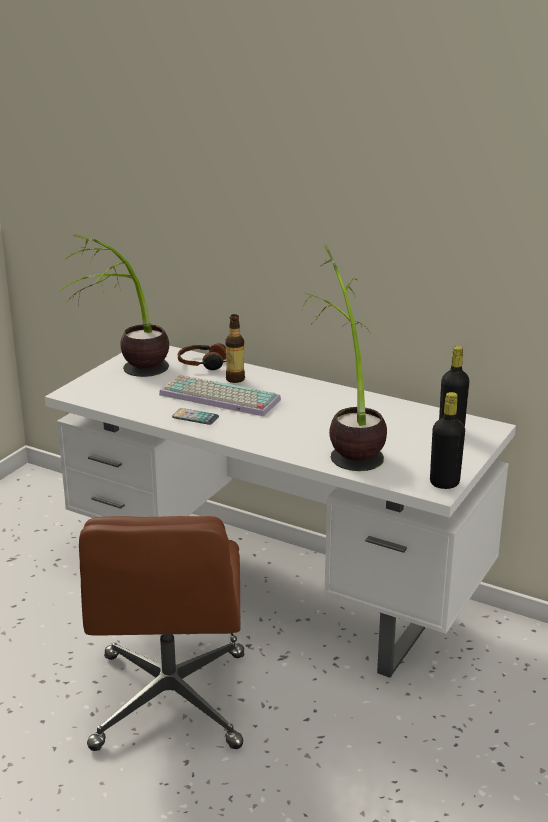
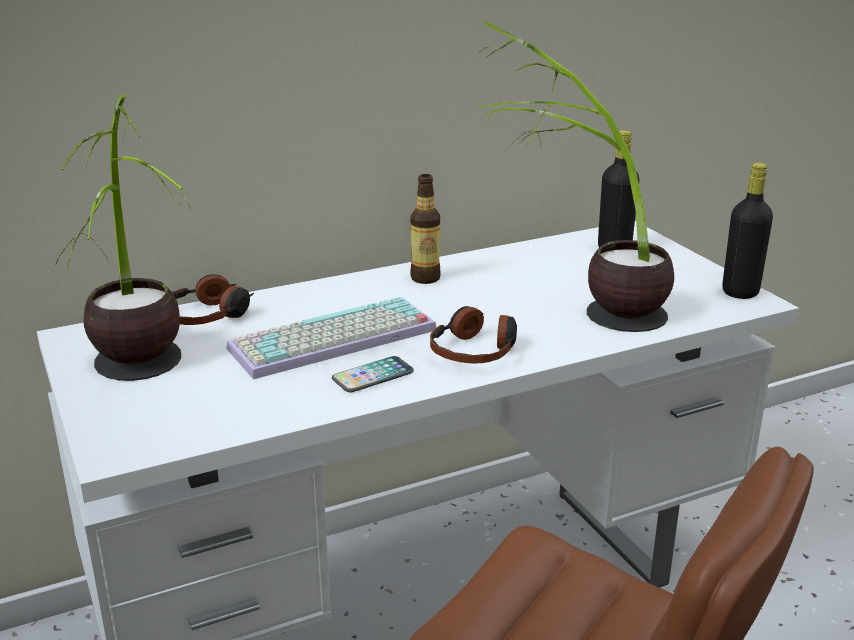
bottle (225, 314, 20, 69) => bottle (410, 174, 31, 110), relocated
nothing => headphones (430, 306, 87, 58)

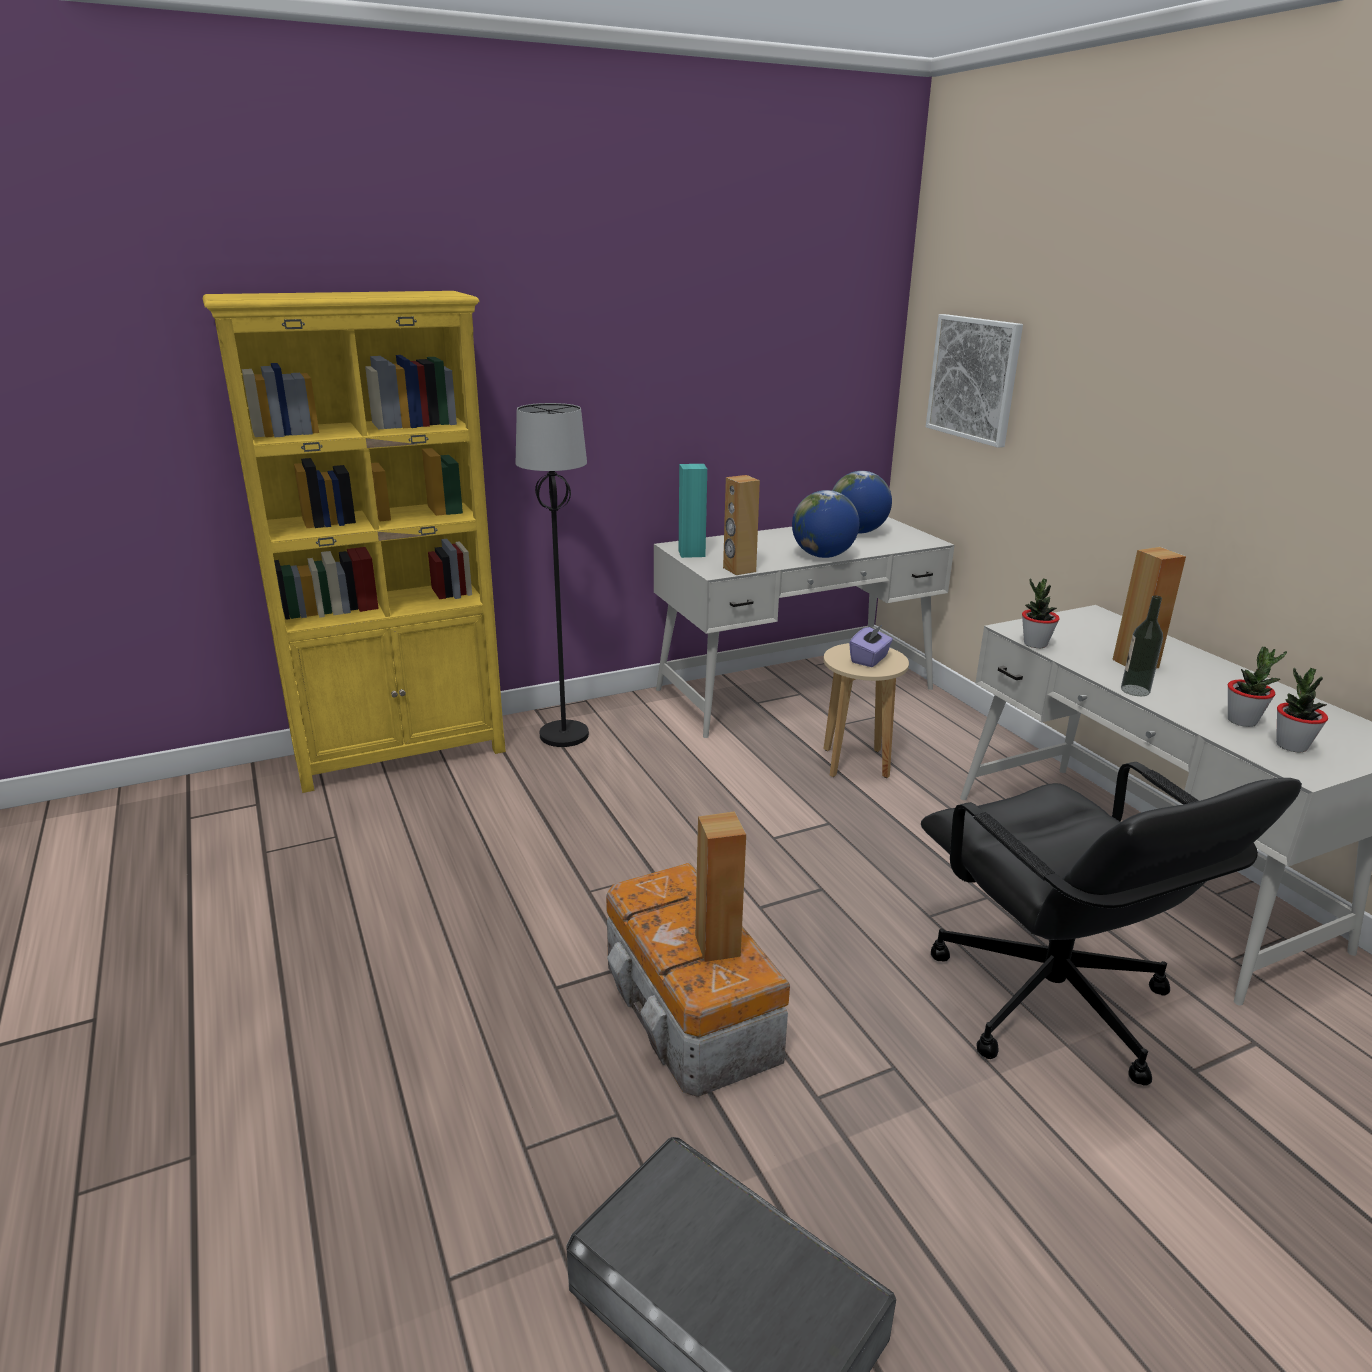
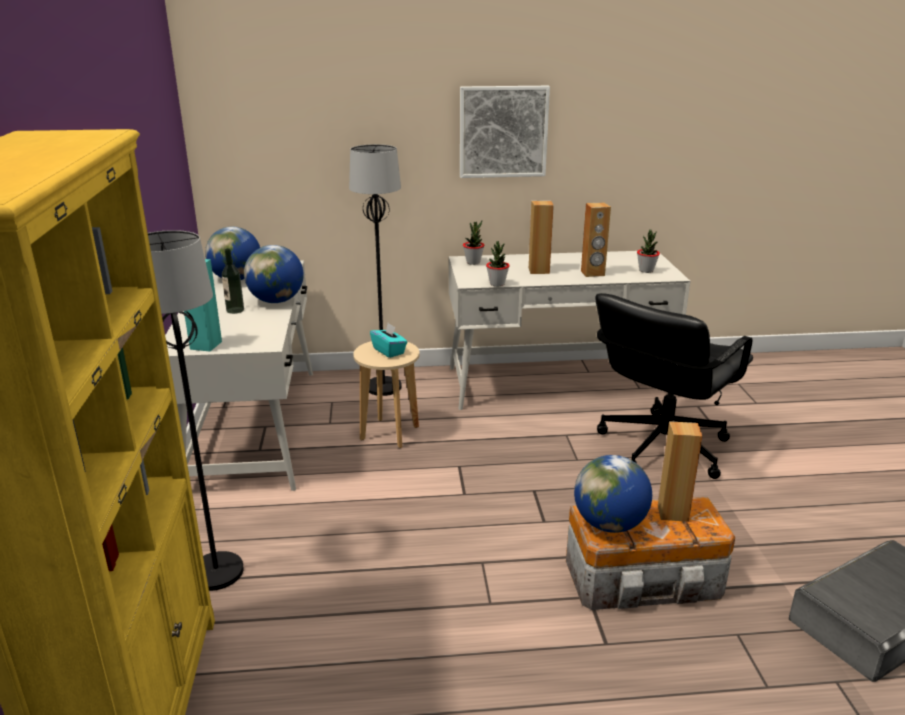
bottle (1121, 595, 42, 101) => bottle (222, 248, 22, 66), relocated
nothing => black floor lamp (349, 144, 53, 252)
purple tissue box (849, 625, 44, 42) => turquoise tissue box (370, 323, 37, 35)
picture (926, 314, 97, 134) => picture (460, 86, 90, 92), relocated
potted plant (1228, 647, 59, 80) => potted plant (463, 221, 21, 44), relocated
nothing => globe (574, 455, 78, 78)
brown speaker (723, 475, 37, 100) => brown speaker (581, 202, 30, 75), relocated
black office chair (921, 762, 381, 324) => black office chair (595, 293, 158, 186), 135 degrees clockwise

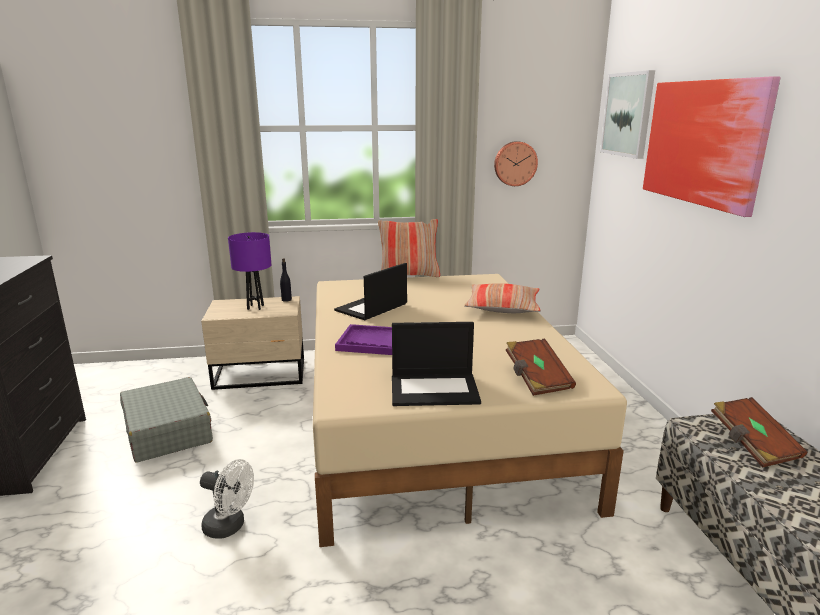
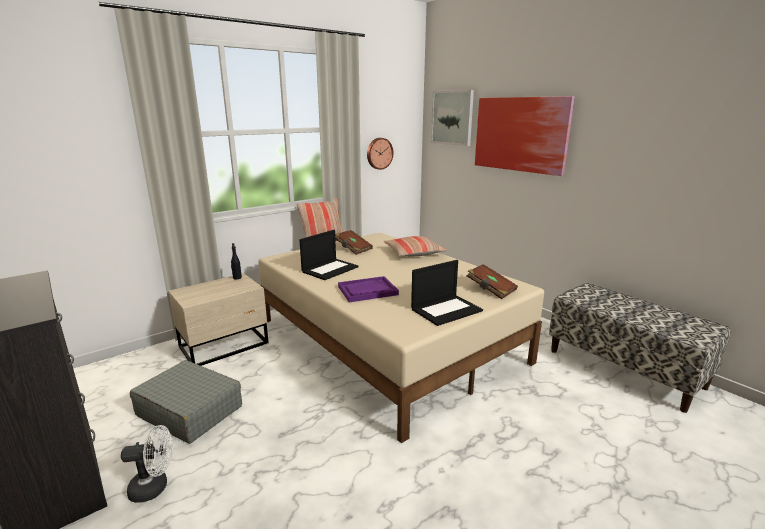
white fan (200, 459, 54, 80) => white fan (121, 425, 52, 78), relocated
laptop (334, 263, 73, 57) => laptop (299, 230, 60, 50), 150 degrees counterclockwise
brown book (711, 397, 96, 71) => brown book (335, 230, 38, 25), relocated
purple table lamp (228, 232, 43, 78) => nothing

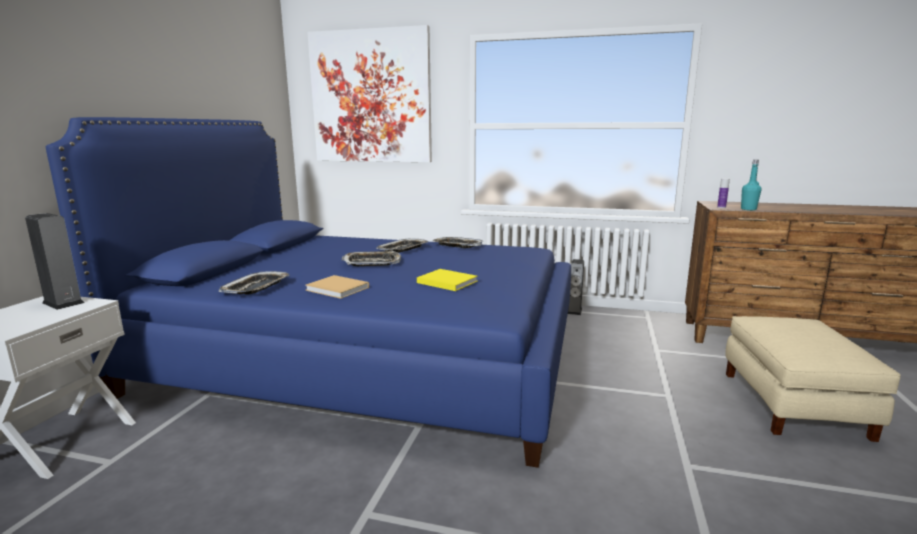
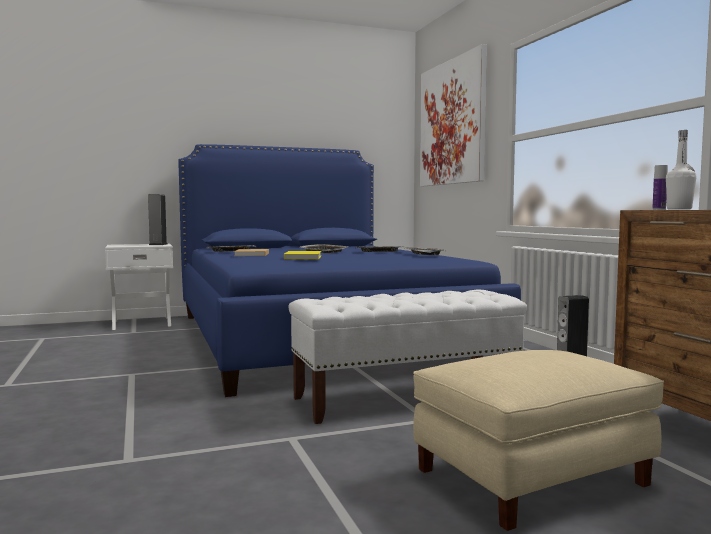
nothing => white bench (289, 290, 238, 134)
turquoise bottle (741, 160, 21, 50) => white bottle (666, 130, 31, 80)

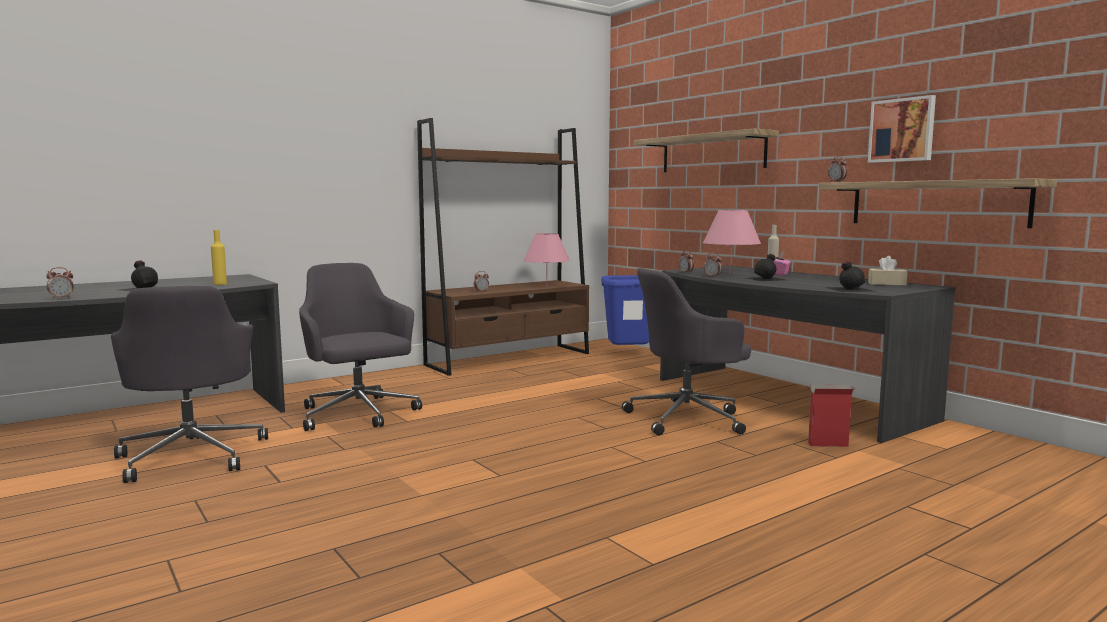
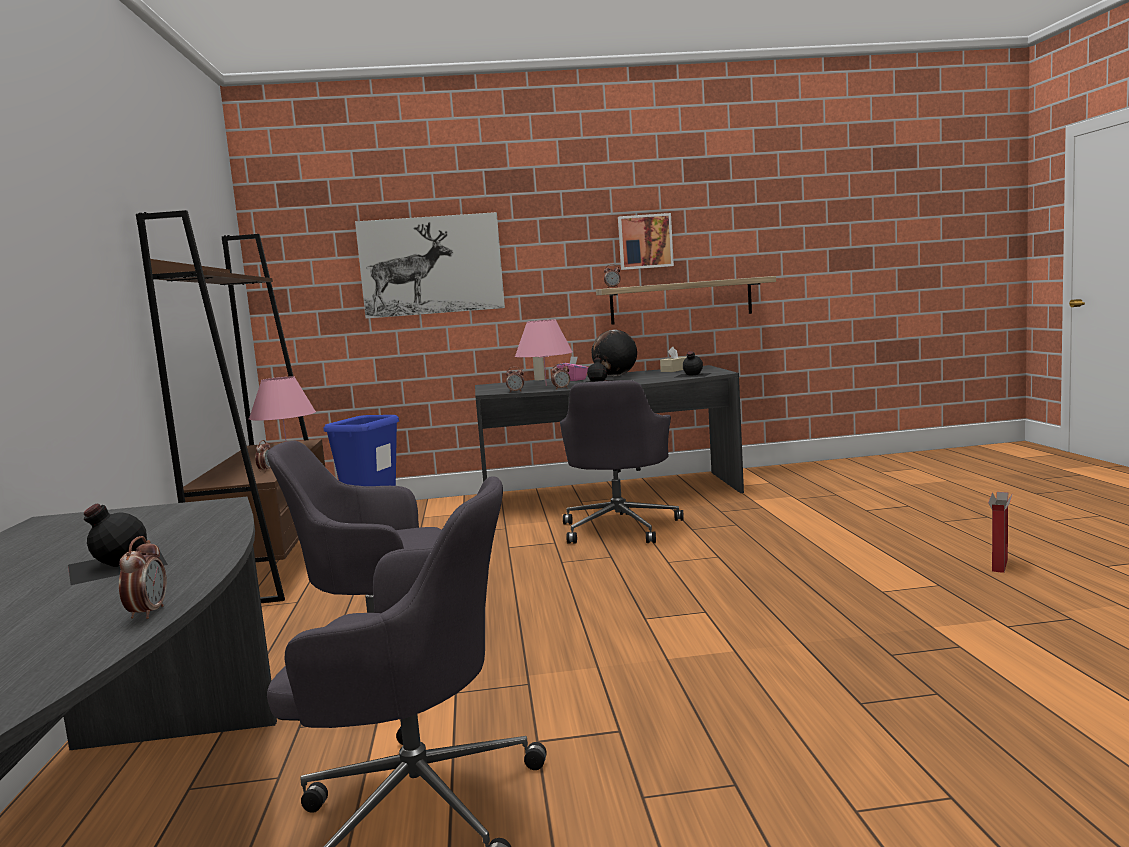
shelf (634, 128, 145, 44) => picture (355, 212, 150, 107)
nothing => globe (592, 330, 45, 46)
cardboard box (806, 385, 49, 62) => cardboard box (988, 492, 24, 81), relocated
yellow bottle (211, 230, 16, 55) => nothing

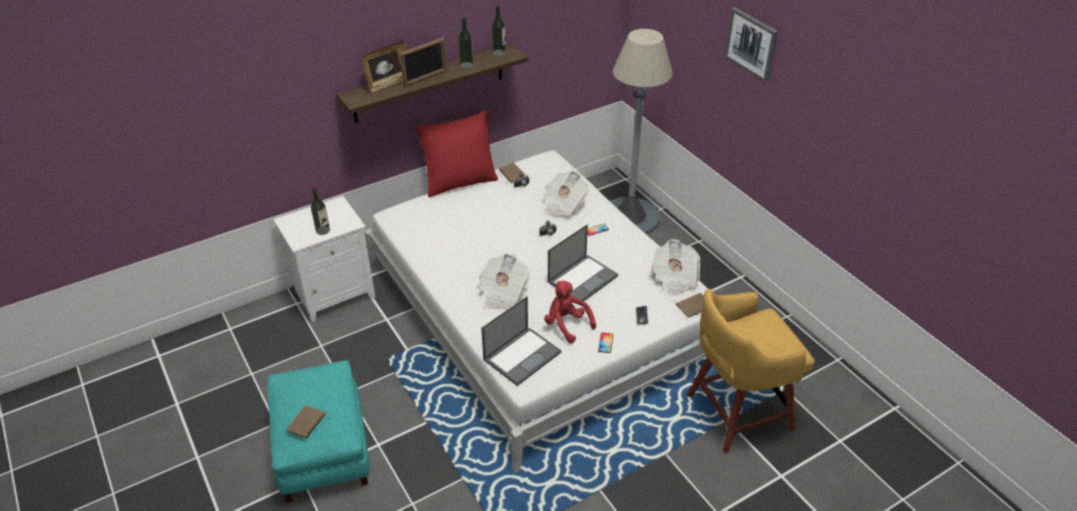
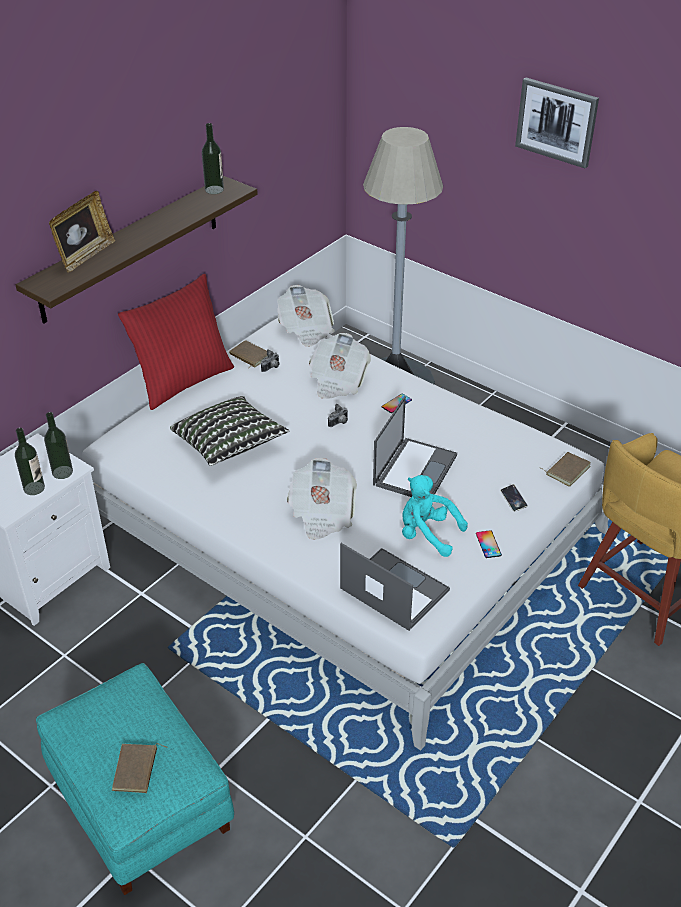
bottle (458, 18, 15, 51) => bottle (44, 412, 29, 67), relocated
nothing => pillow (170, 396, 119, 70)
newspaper (652, 239, 48, 57) => newspaper (277, 285, 58, 62), relocated
laptop (481, 296, 80, 90) => laptop (340, 543, 110, 88), 75 degrees counterclockwise
red plush toy (544, 281, 52, 63) => turquoise plush toy (402, 475, 66, 82)
picture frame (400, 38, 47, 49) => nothing

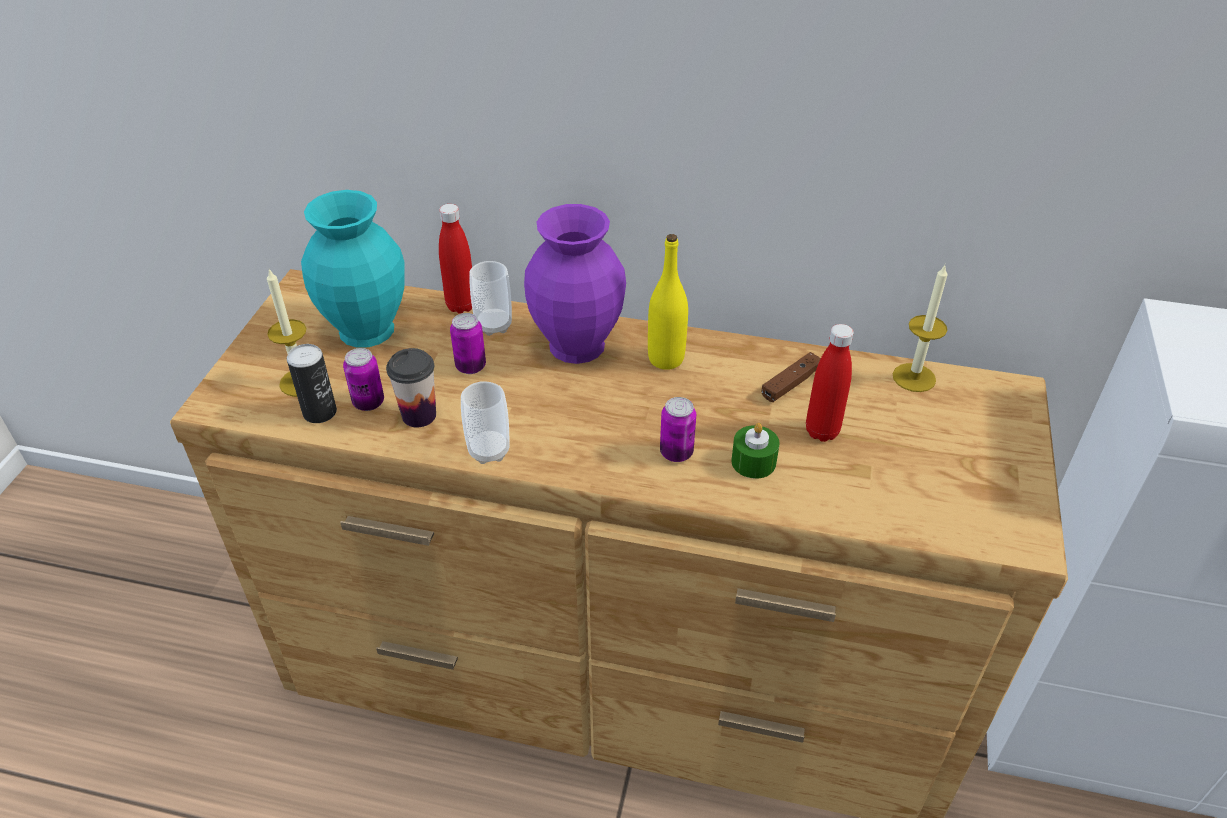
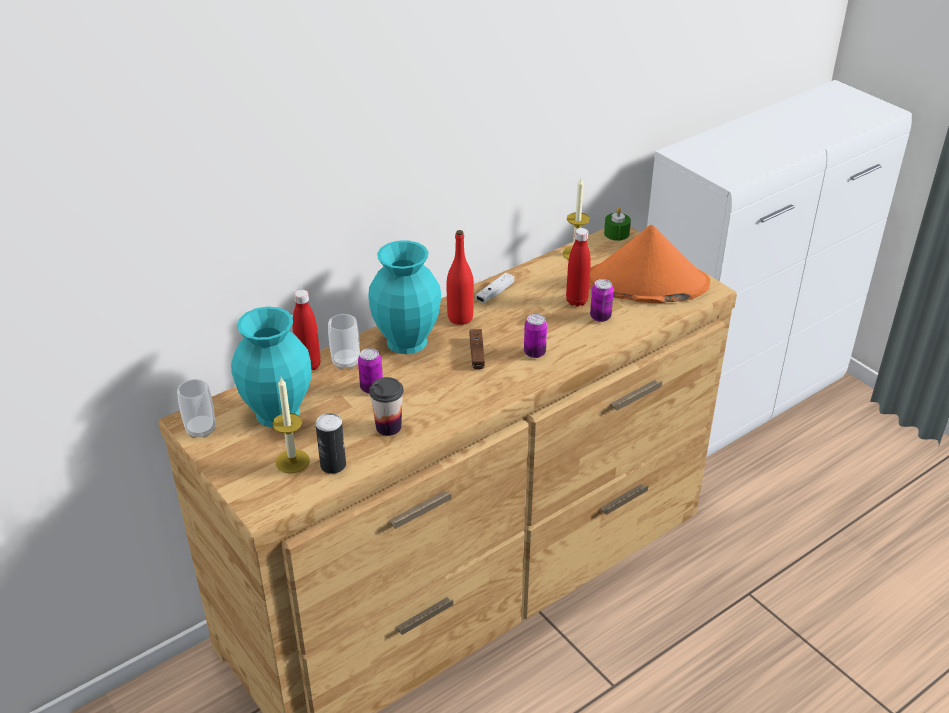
cup (461, 381, 49, 83) => cup (177, 379, 39, 59), relocated
purple vase (524, 204, 102, 160) => turquoise vase (368, 240, 73, 114)
yellow bottle (648, 234, 40, 136) => red bottle (447, 230, 27, 95)
brown game controller (761, 352, 60, 50) => brown game controller (469, 329, 16, 40), relocated
nothing => white game controller (476, 273, 38, 30)
nothing => orange hat (589, 225, 121, 78)
can (343, 348, 41, 63) => can (590, 279, 24, 43), relocated
green candle (731, 423, 48, 56) => green candle (604, 207, 27, 34), relocated

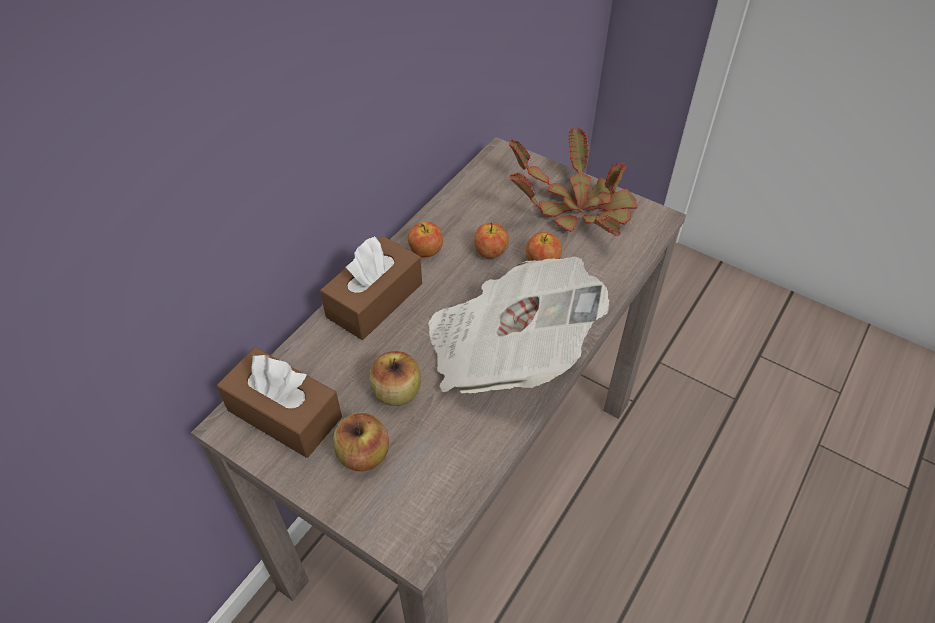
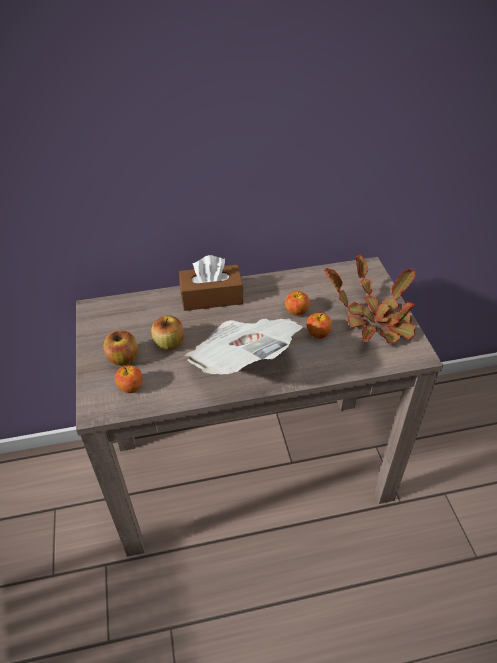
apple (408, 221, 35, 36) => apple (115, 365, 27, 28), relocated
brown tissue box (217, 347, 125, 111) => nothing

